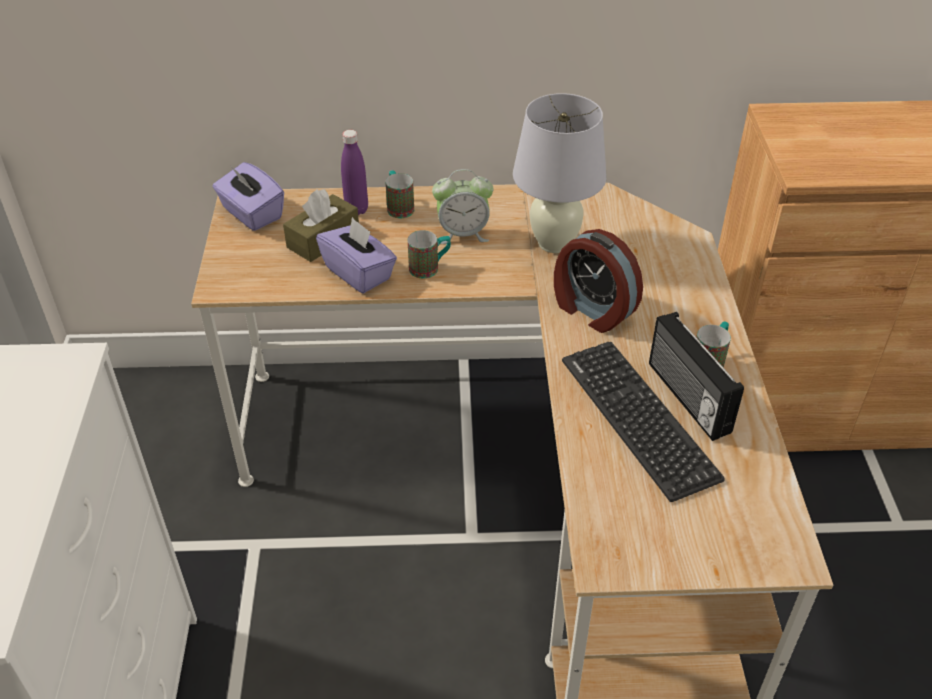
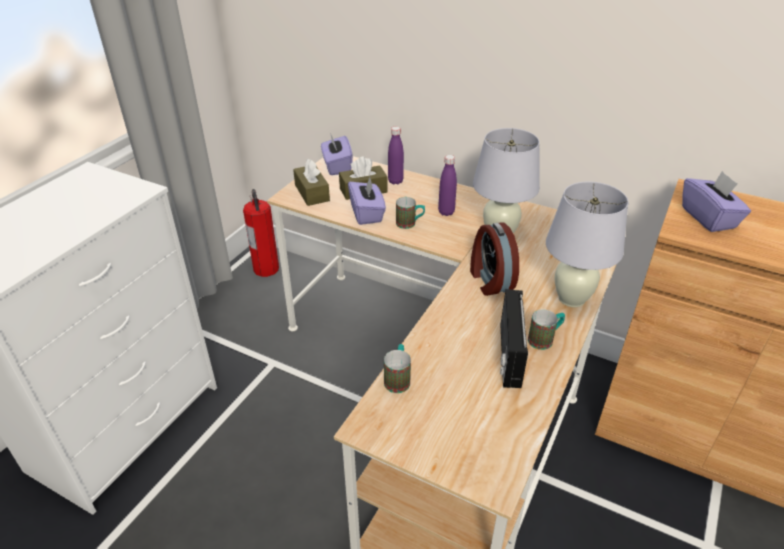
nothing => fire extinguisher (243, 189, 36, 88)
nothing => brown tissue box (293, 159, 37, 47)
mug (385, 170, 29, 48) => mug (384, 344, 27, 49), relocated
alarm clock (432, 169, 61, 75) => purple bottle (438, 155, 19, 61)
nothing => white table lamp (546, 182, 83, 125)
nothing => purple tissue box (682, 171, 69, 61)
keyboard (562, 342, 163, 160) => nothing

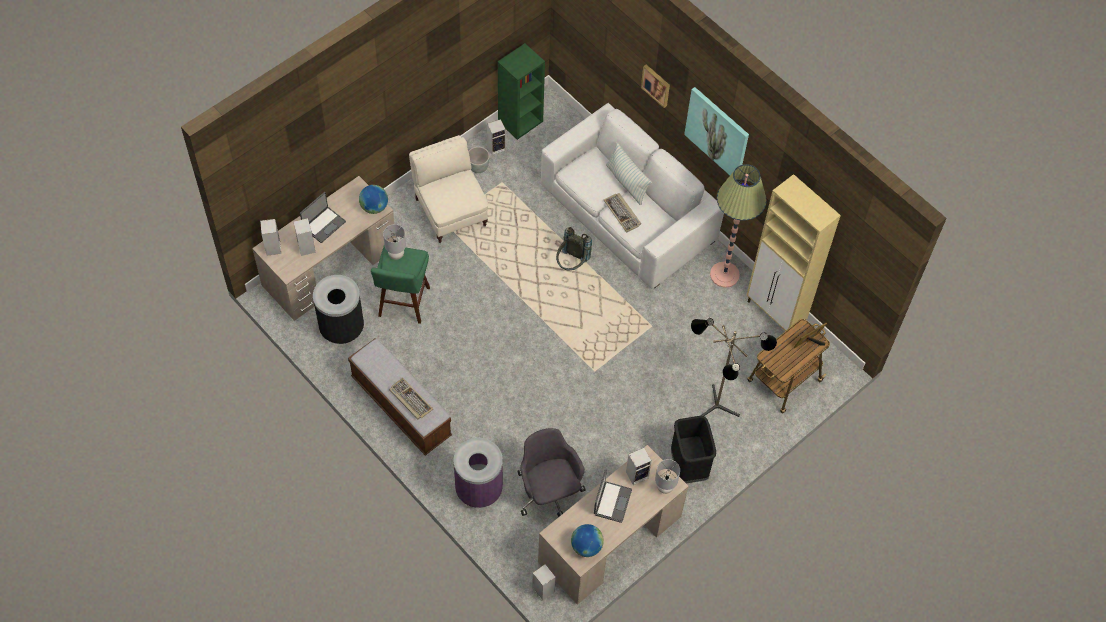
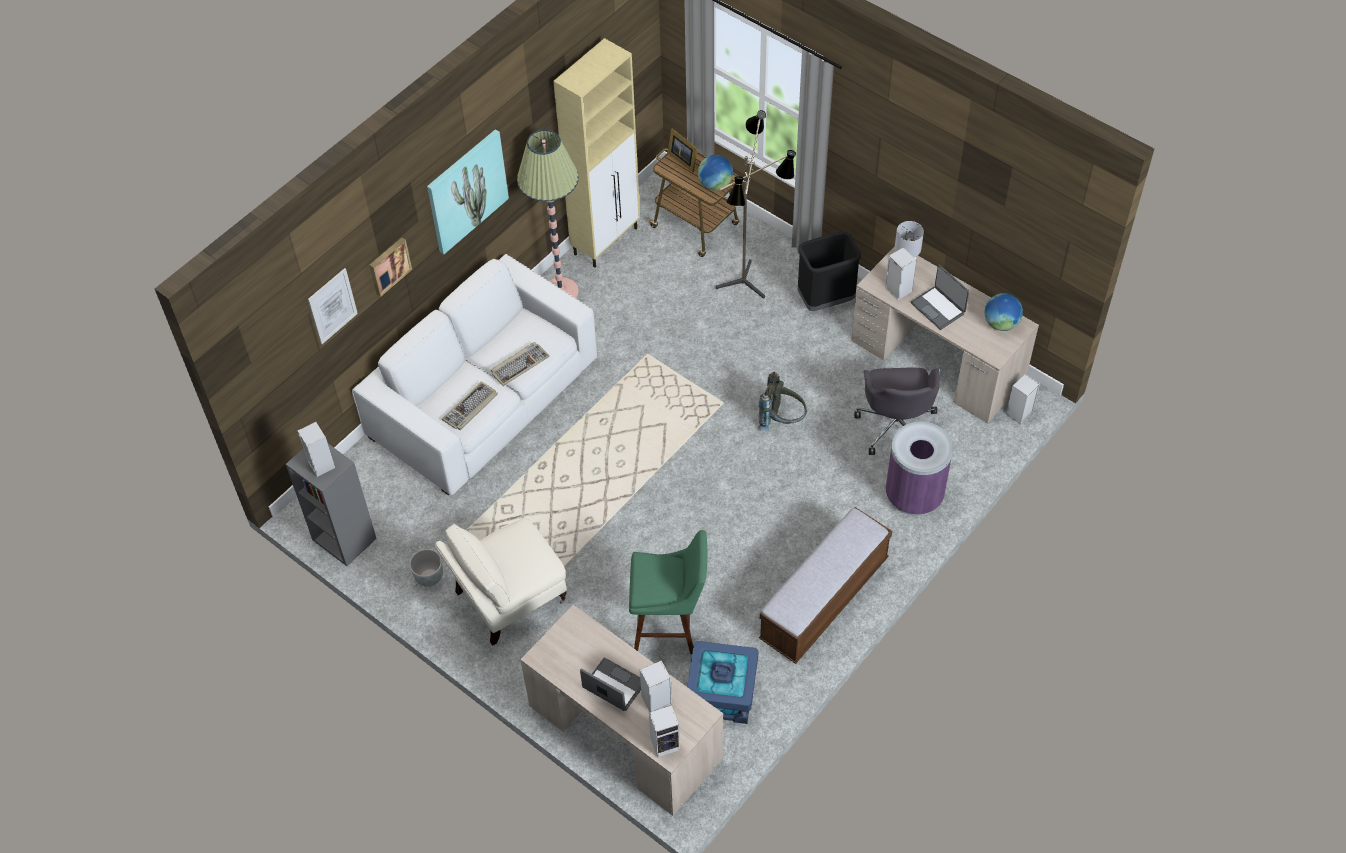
green bookcase (498, 43, 47, 97) => grey bookcase (286, 444, 91, 122)
speaker (487, 119, 19, 36) => speaker (298, 422, 37, 55), relocated
nothing => picture (308, 268, 50, 76)
keyboard (389, 378, 44, 42) => keyboard (442, 381, 56, 49), relocated
black trash can (313, 275, 51, 69) => blue storage box (687, 641, 71, 83)
globe (359, 185, 29, 29) => globe (698, 155, 35, 35), relocated
grey backpack (556, 227, 36, 43) => grey backpack (758, 372, 49, 59), relocated
grey office chair (517, 428, 68, 89) => grey office chair (854, 367, 86, 88), 60 degrees counterclockwise
laptop (594, 469, 38, 54) => laptop (911, 265, 59, 65), 135 degrees counterclockwise
grey table lamp (383, 224, 23, 36) => nothing
pillow (606, 142, 46, 63) => nothing

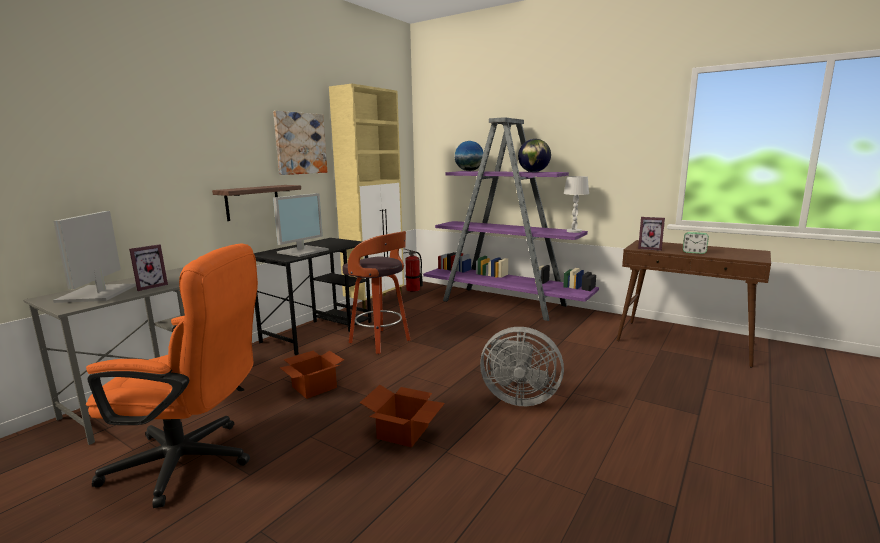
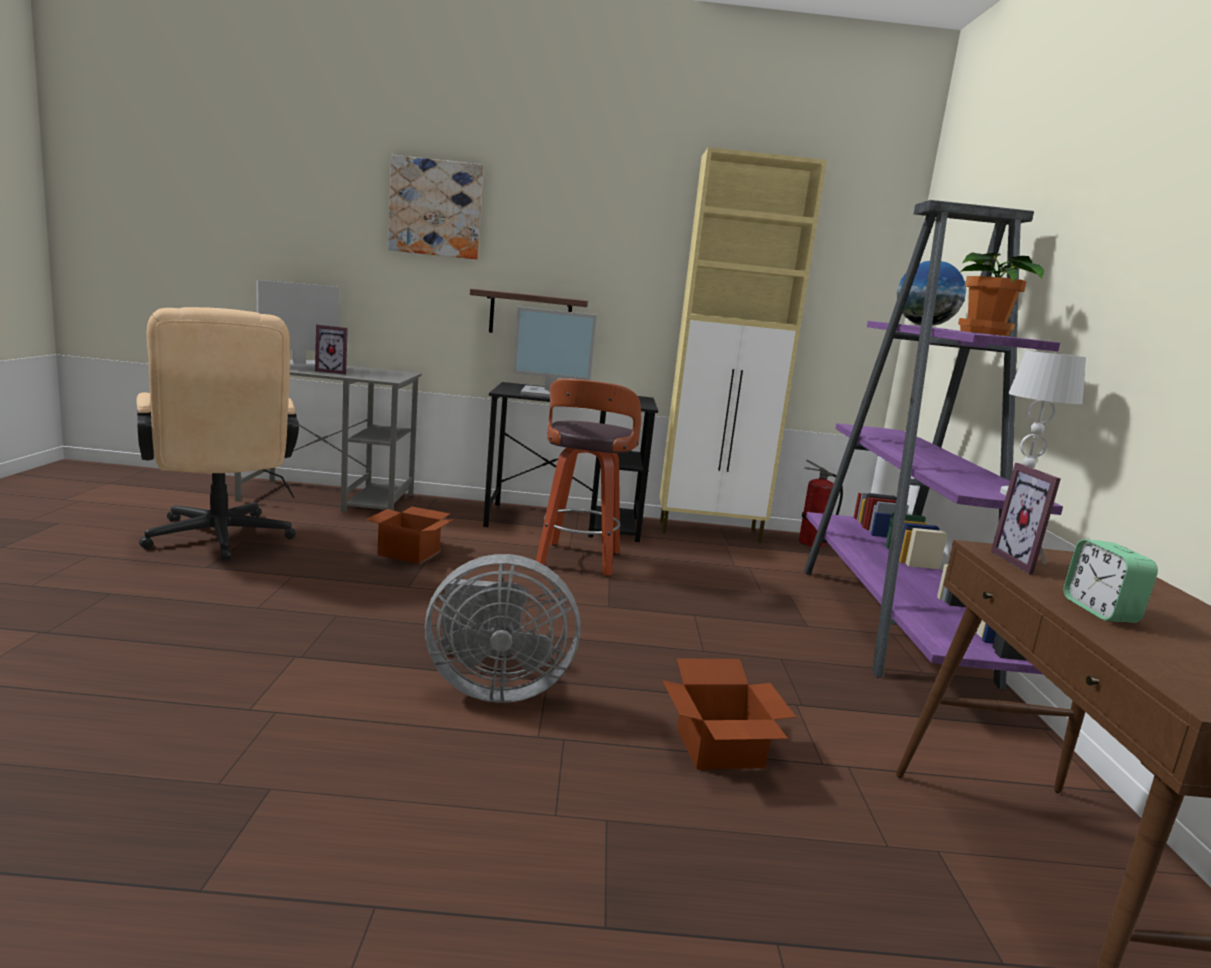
orange office chair (86, 243, 172, 265) => beige office chair (136, 307, 163, 253)
picture (273, 111, 54, 64) => picture (388, 155, 96, 105), relocated
grey fan (480, 327, 84, 79) => grey fan (425, 554, 156, 149), 75 degrees counterclockwise
cardboard box (360, 385, 85, 63) => cardboard box (662, 659, 134, 111), relocated
globe (518, 139, 33, 33) => potted plant (958, 252, 86, 84)

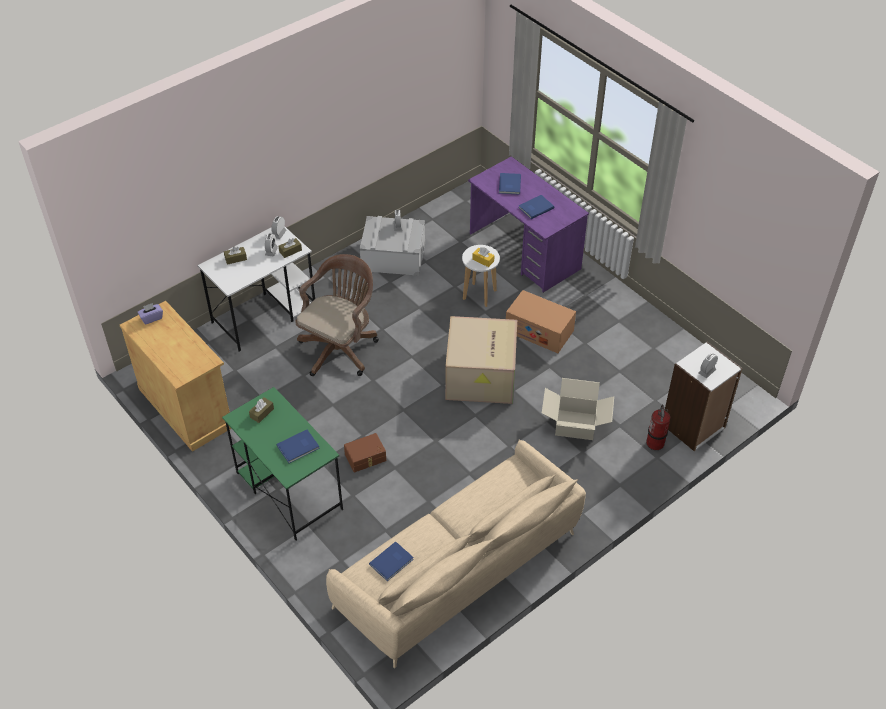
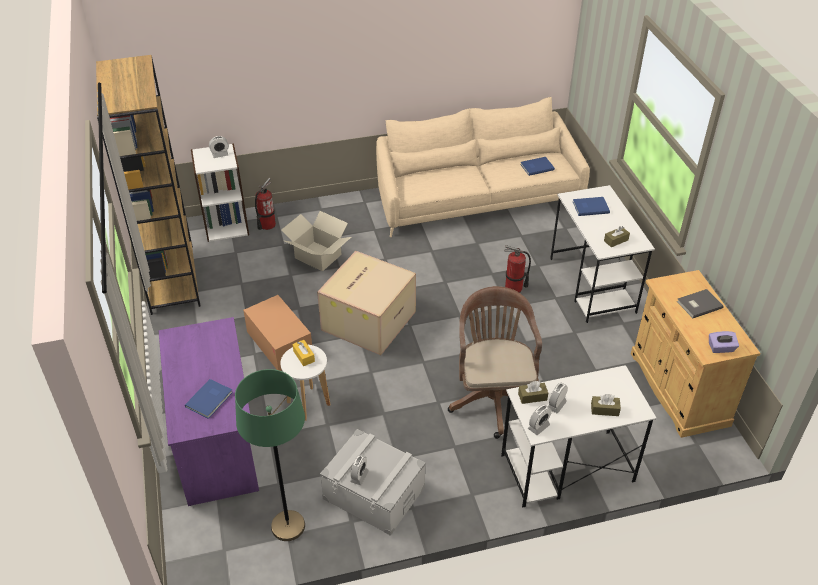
nothing => brown bookcase (96, 55, 105, 260)
nothing => green floor lamp (235, 369, 70, 172)
brown office chair (295, 254, 84, 122) => brown office chair (448, 286, 94, 153), 120 degrees clockwise
brown storage box (344, 433, 42, 40) => fire extinguisher (504, 245, 27, 48)
green desk (222, 387, 121, 153) => white desk (550, 185, 105, 138)
nothing => grey book (677, 289, 47, 29)
blue book (519, 195, 35, 24) => nothing

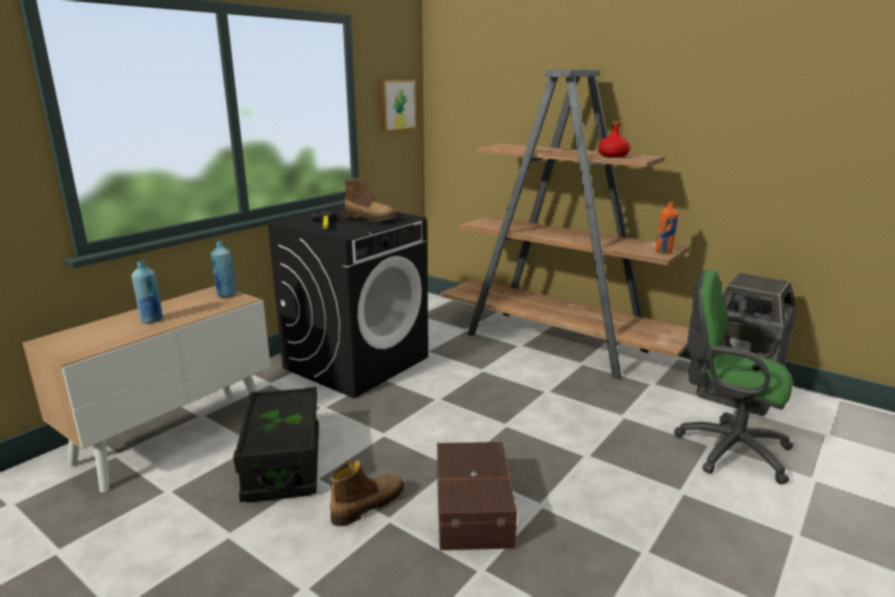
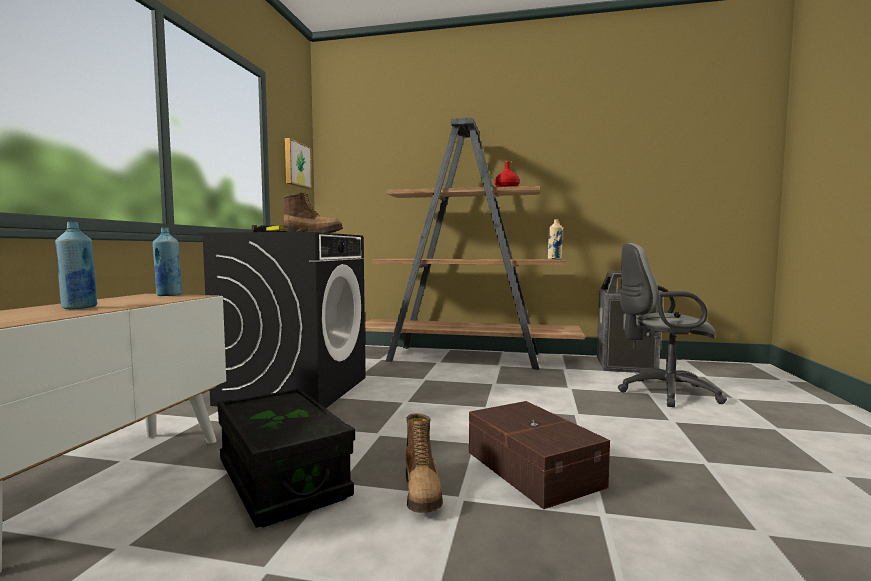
boot (330, 460, 74, 66) => boot (405, 413, 38, 100), 150 degrees clockwise
orange bottle (655, 202, 24, 52) => beige bottle (548, 219, 15, 41)
green office chair (674, 270, 120, 214) => grey office chair (618, 243, 109, 164)

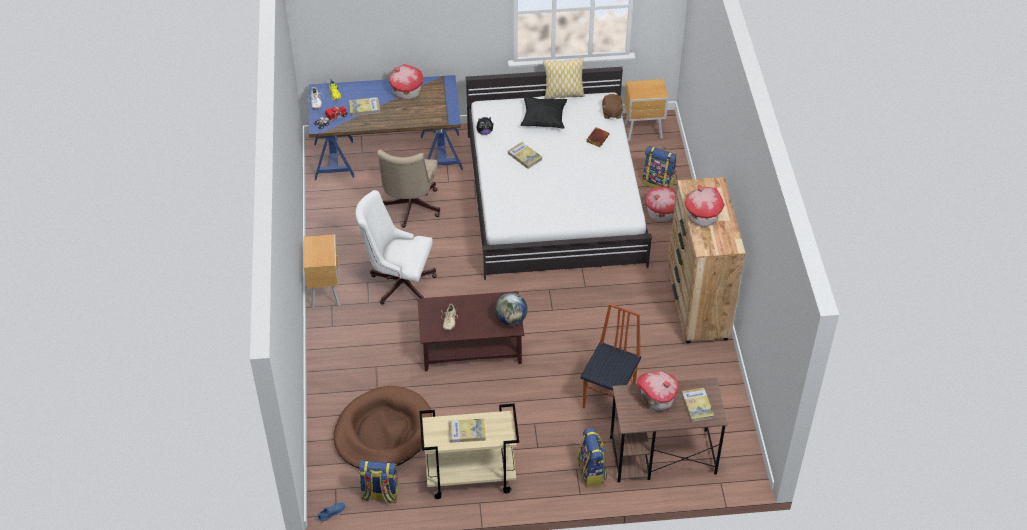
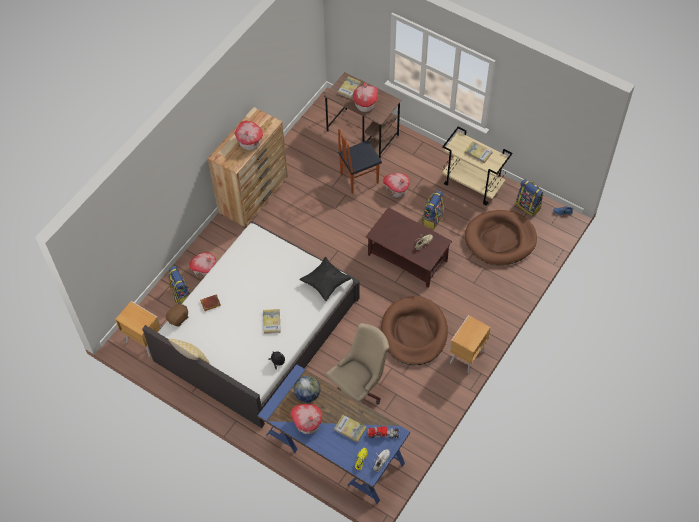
globe (495, 293, 32, 33) => globe (294, 376, 26, 27), relocated
black pillow (520, 97, 47, 32) => black pillow (299, 257, 53, 44), relocated
white office chair (355, 190, 82, 115) => brown dog bed (381, 296, 67, 69)
nothing => toy house (383, 173, 27, 25)
backpack (577, 428, 30, 59) => backpack (422, 190, 22, 39), relocated

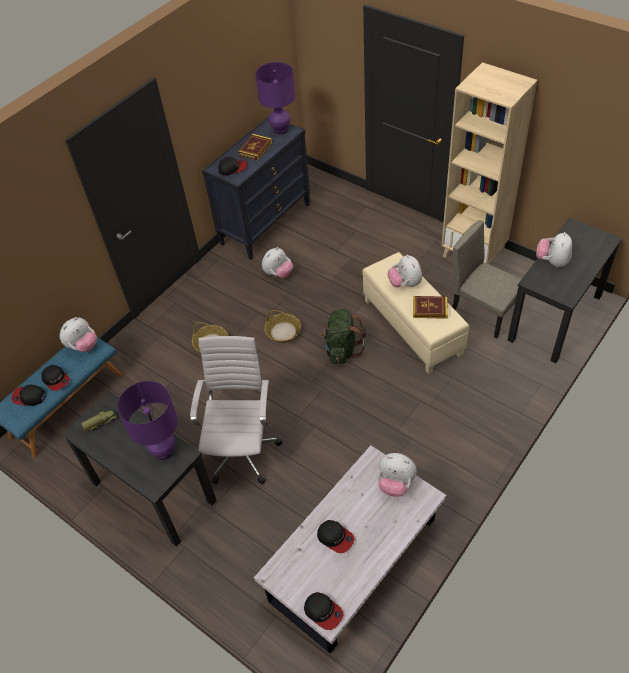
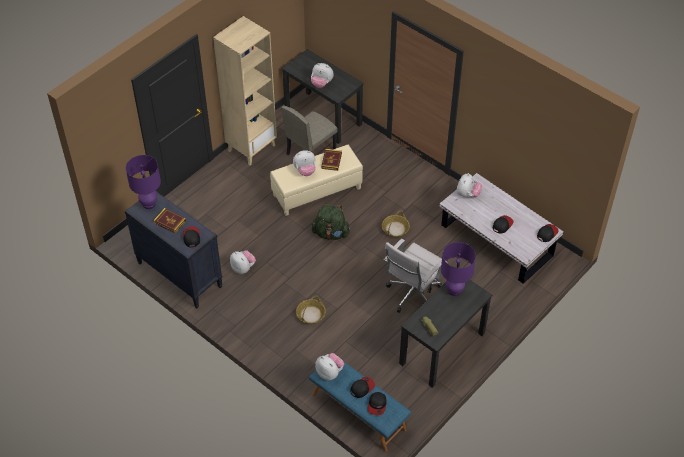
basket (265, 310, 36, 33) => basket (382, 210, 28, 27), relocated
white office chair (190, 336, 93, 148) => white office chair (384, 239, 64, 74), 60 degrees counterclockwise

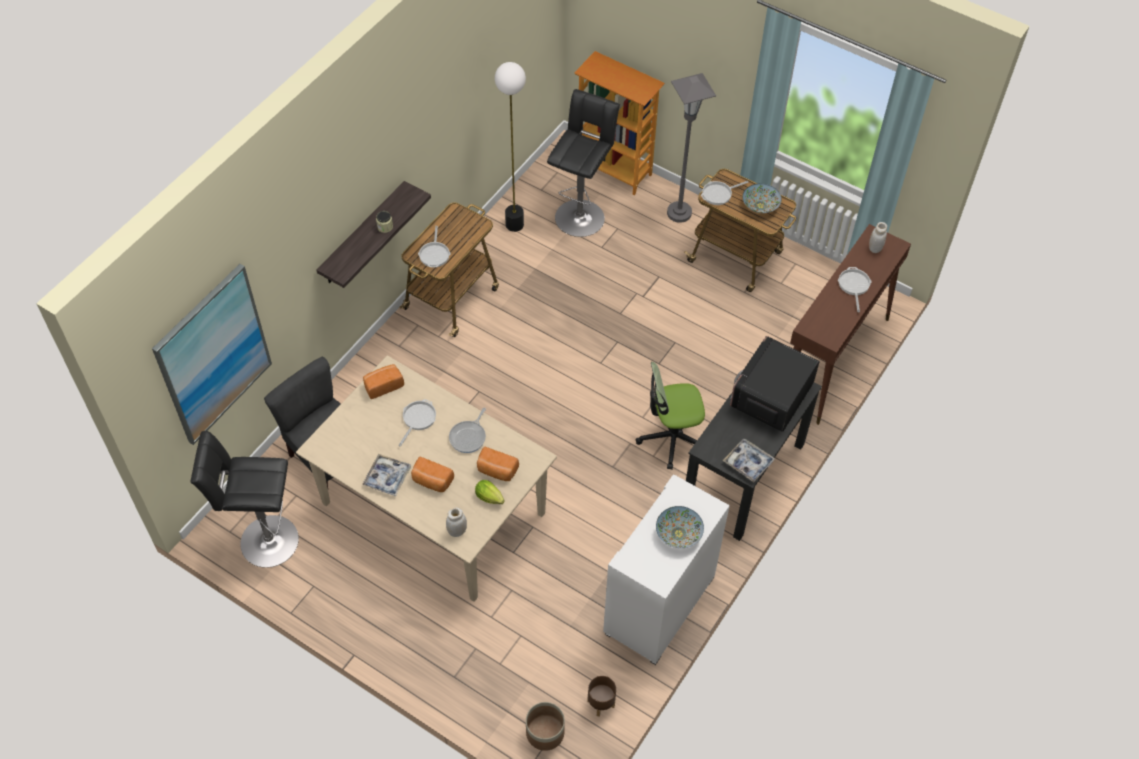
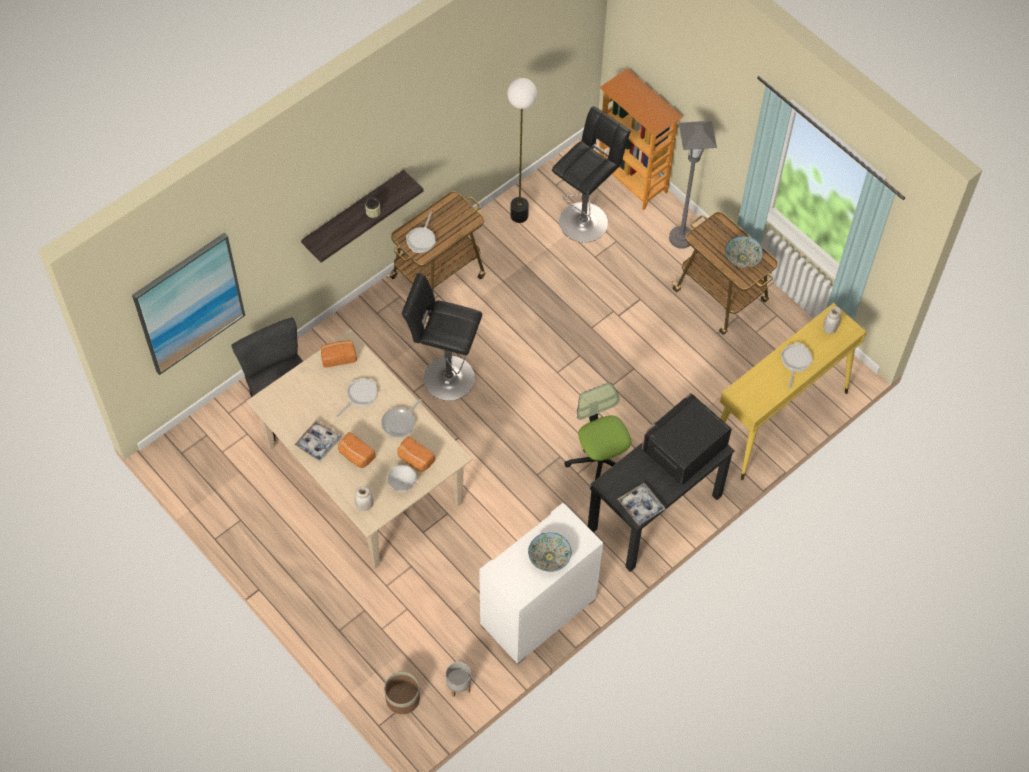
lettuce (475, 480, 29, 24) => white bowl (387, 465, 29, 27)
black stool (191, 431, 108, 137) => black stool (401, 273, 81, 128), relocated
brown planter (587, 676, 29, 41) => grey planter (446, 662, 25, 35)
office chair (636, 362, 69, 108) => office chair (564, 383, 67, 107), 60 degrees clockwise
brown console table (790, 224, 121, 201) => yellow console table (720, 303, 146, 177)
frying pan (701, 181, 48, 24) => nothing

